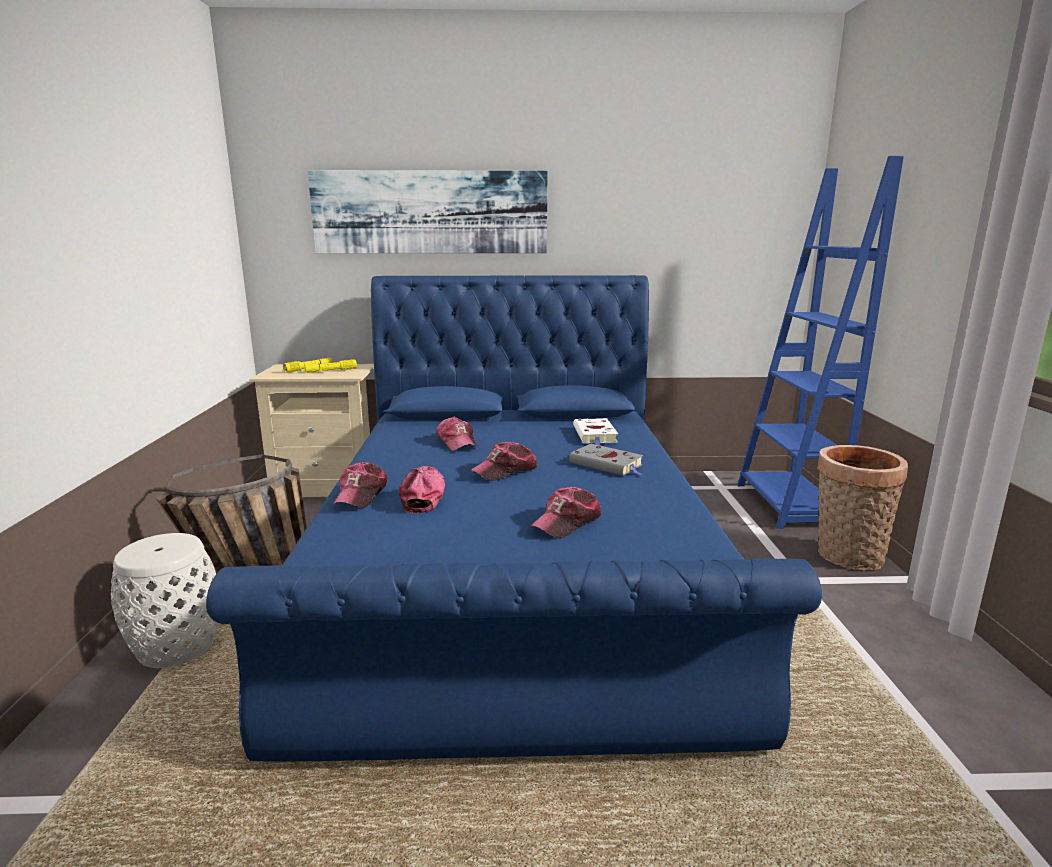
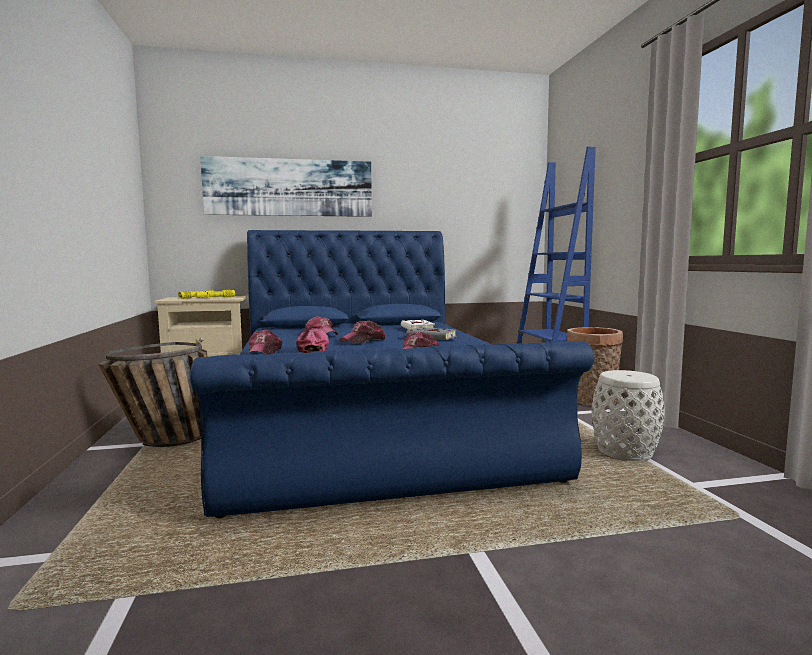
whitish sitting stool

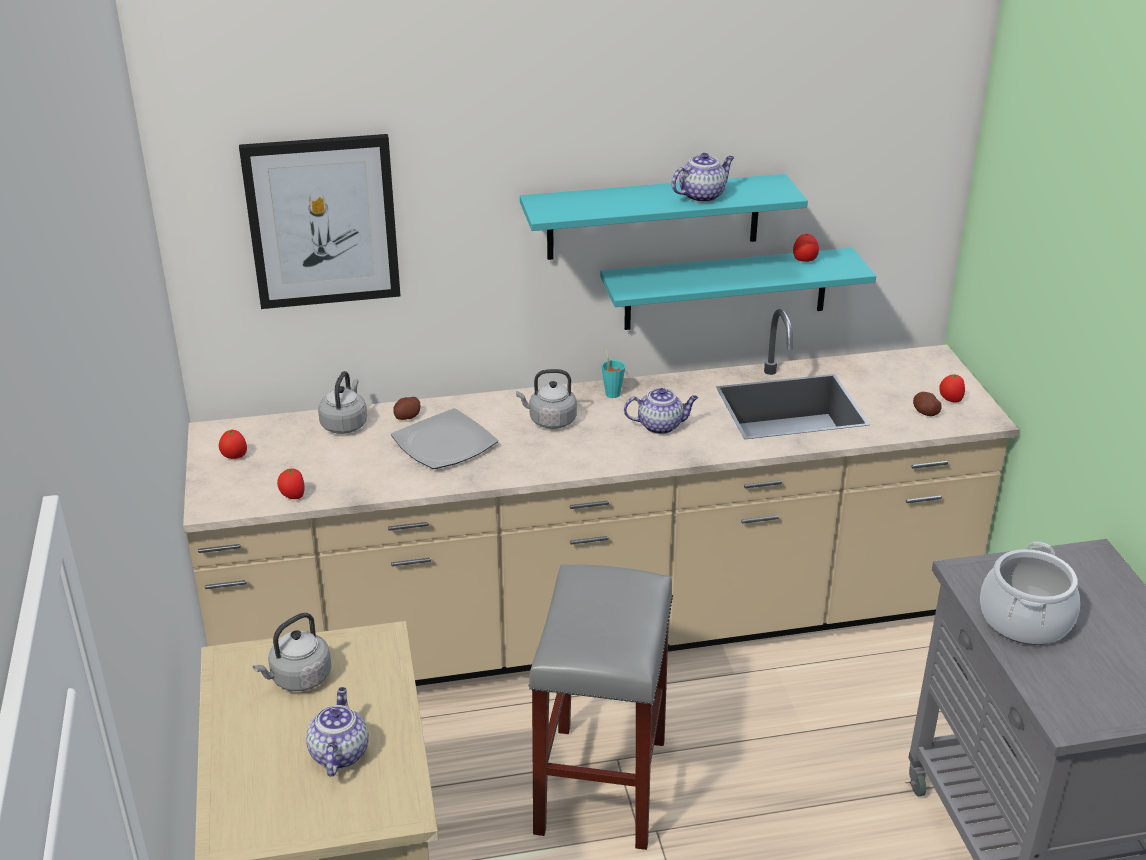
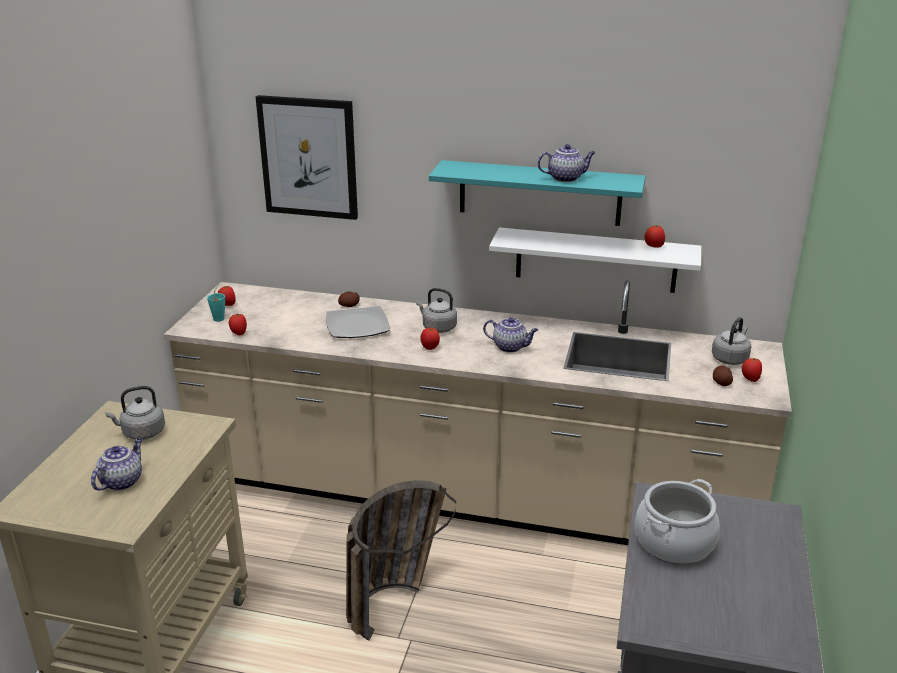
turquoise-coloured drinking cup
storage basket
fresh tomato (3rd from left)
whitish wall shelf
grey water kettle (3rd from left)

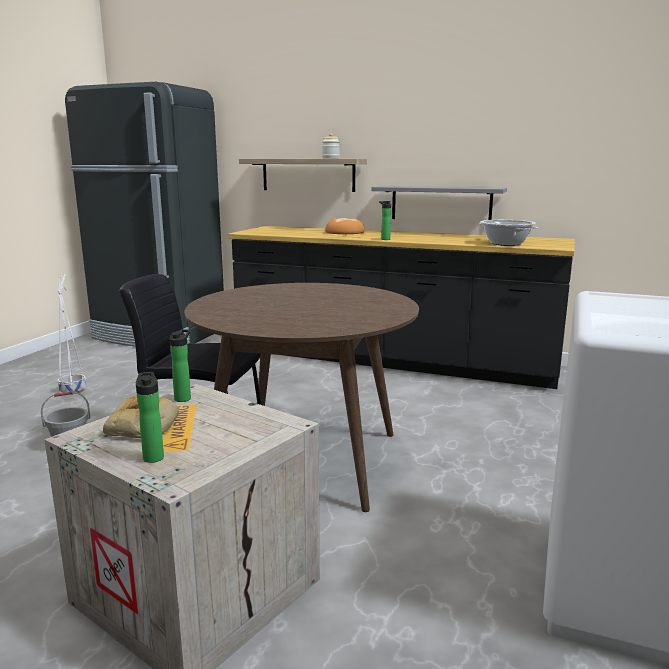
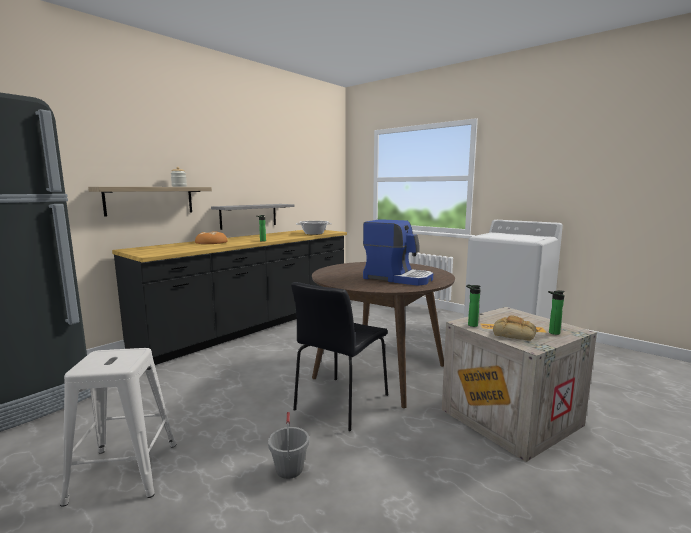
whitish sitting stool
coffee machine

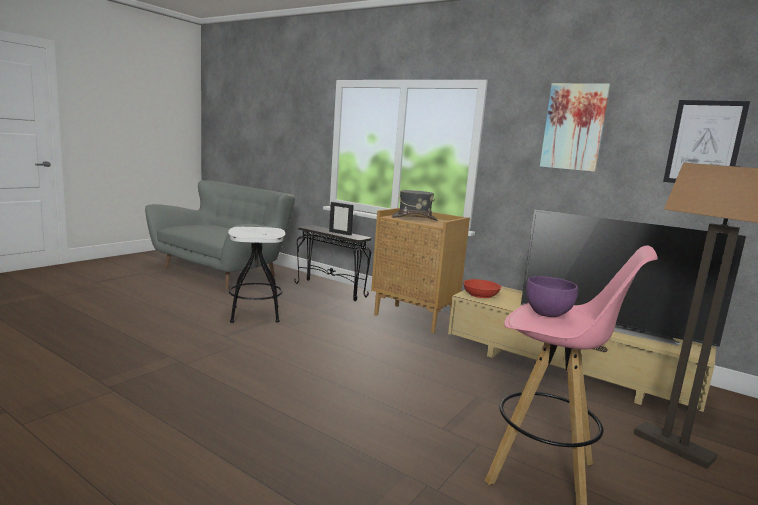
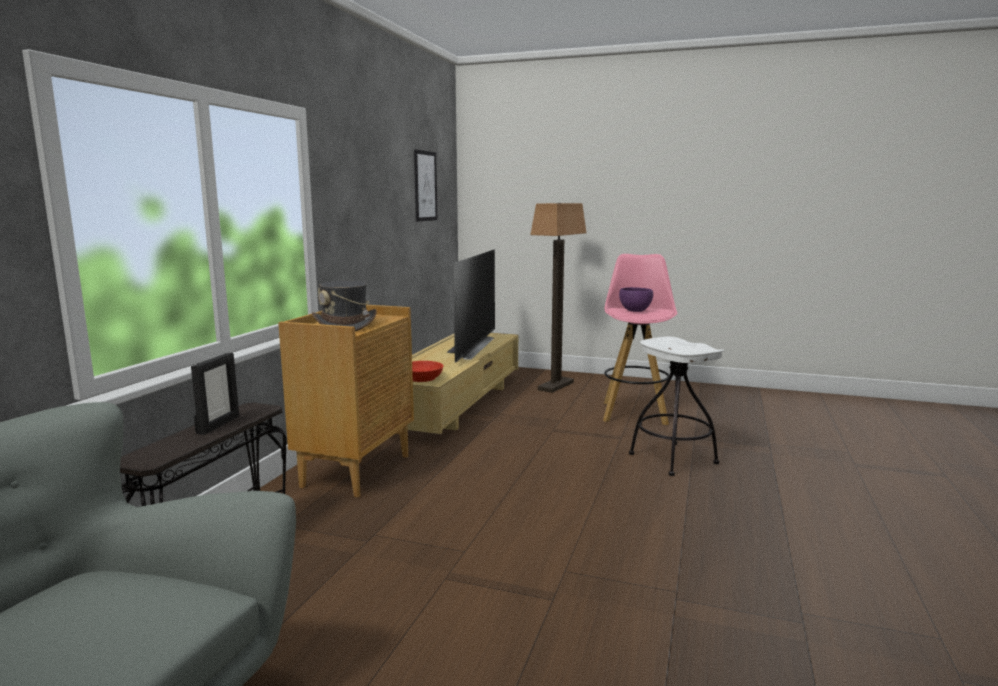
whitish sitting stool
wall picture (1st from left in the first image)

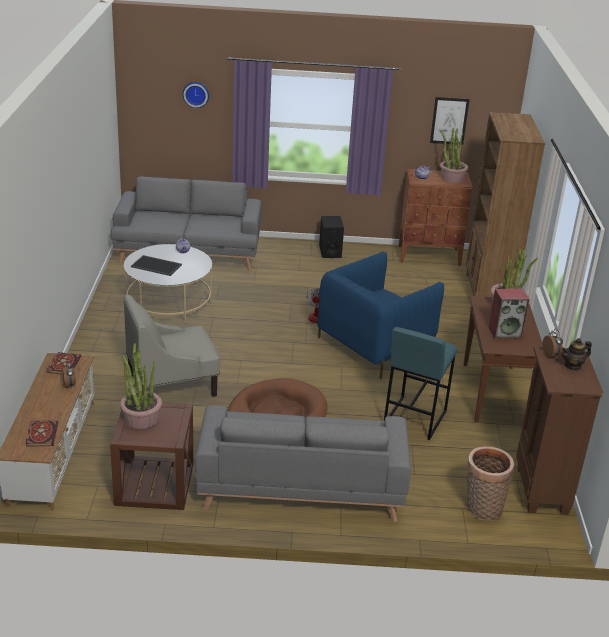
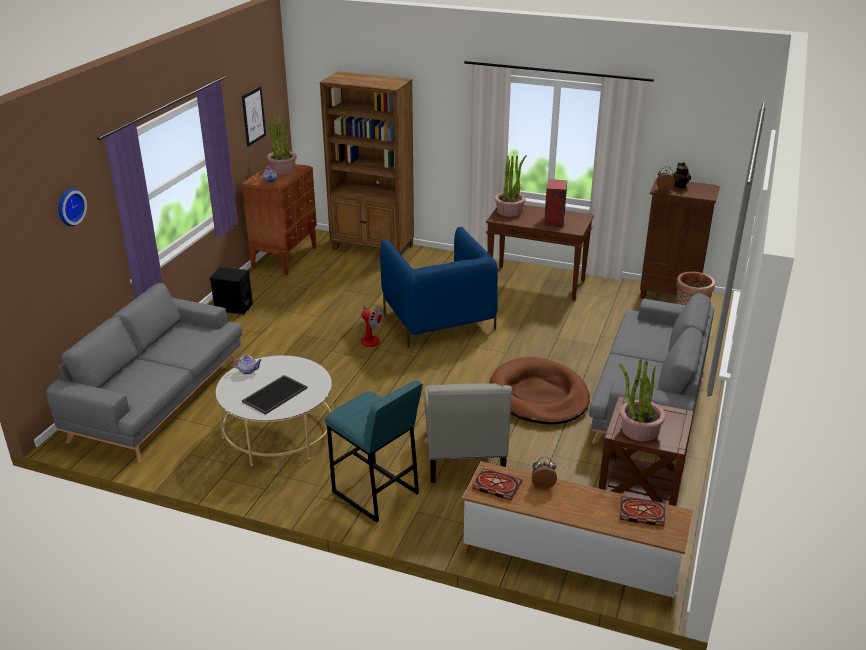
turquoise-coloured sitting stool

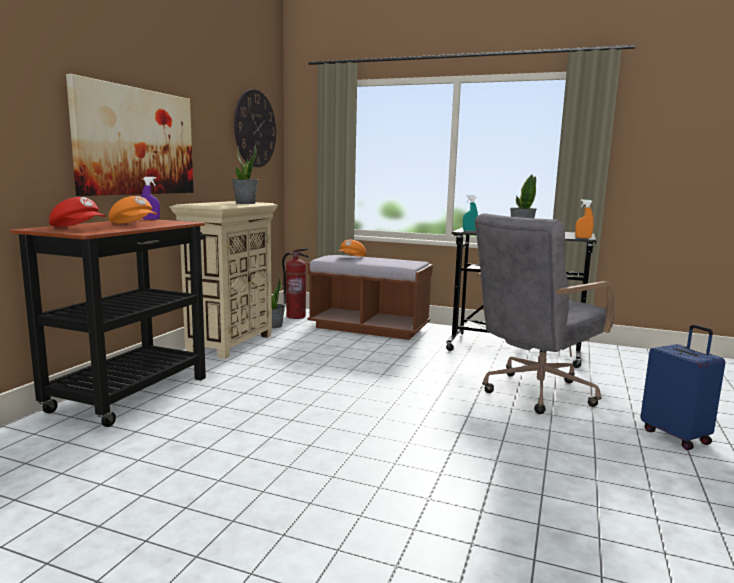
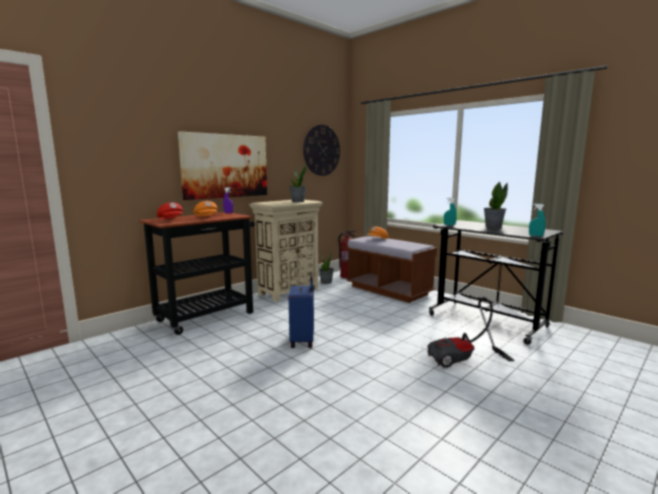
blue-coloured piece of luggage
hoover
turquoise-coloured sprayer (2nd from left)

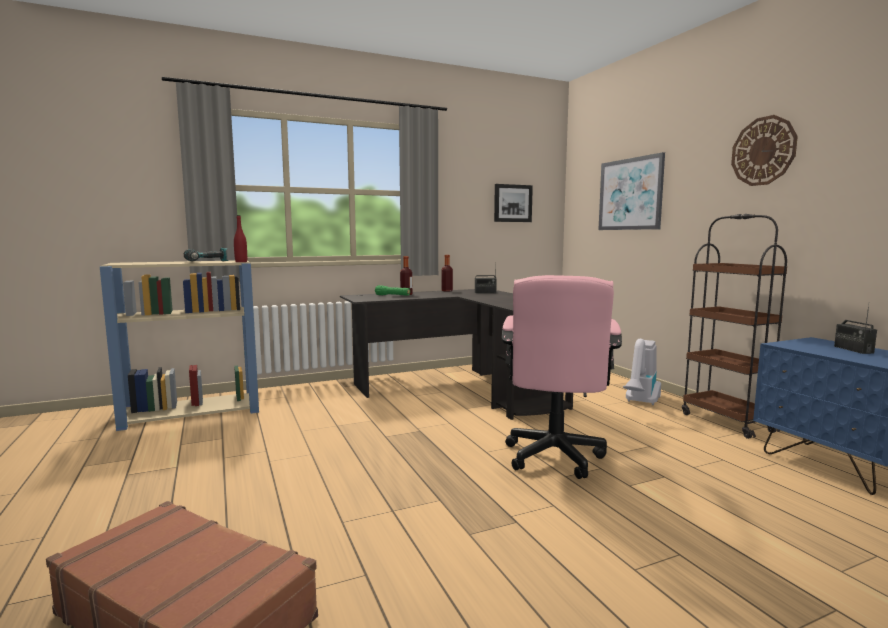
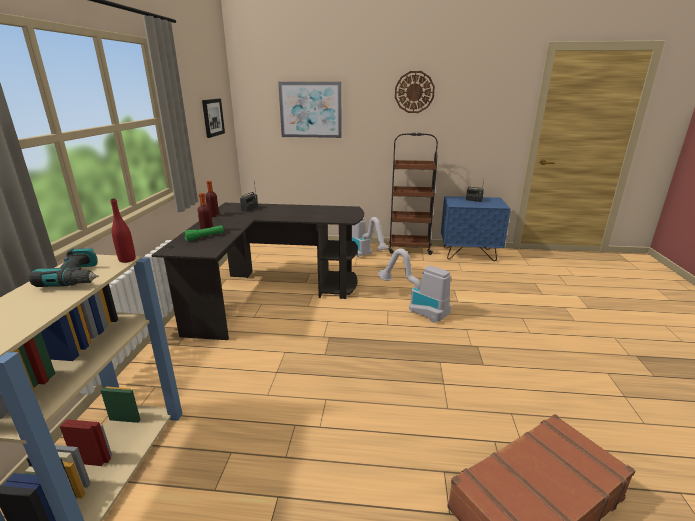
hoover (2nd from left)

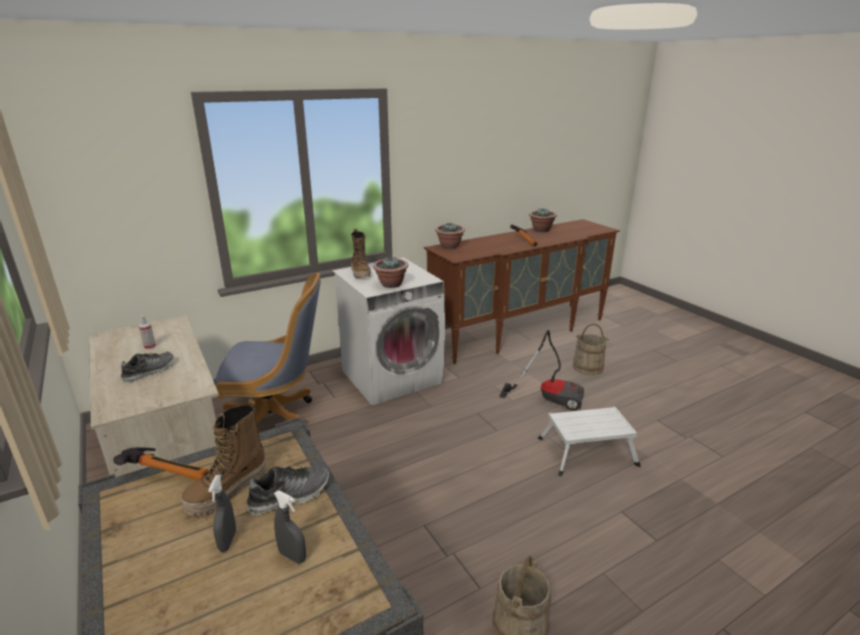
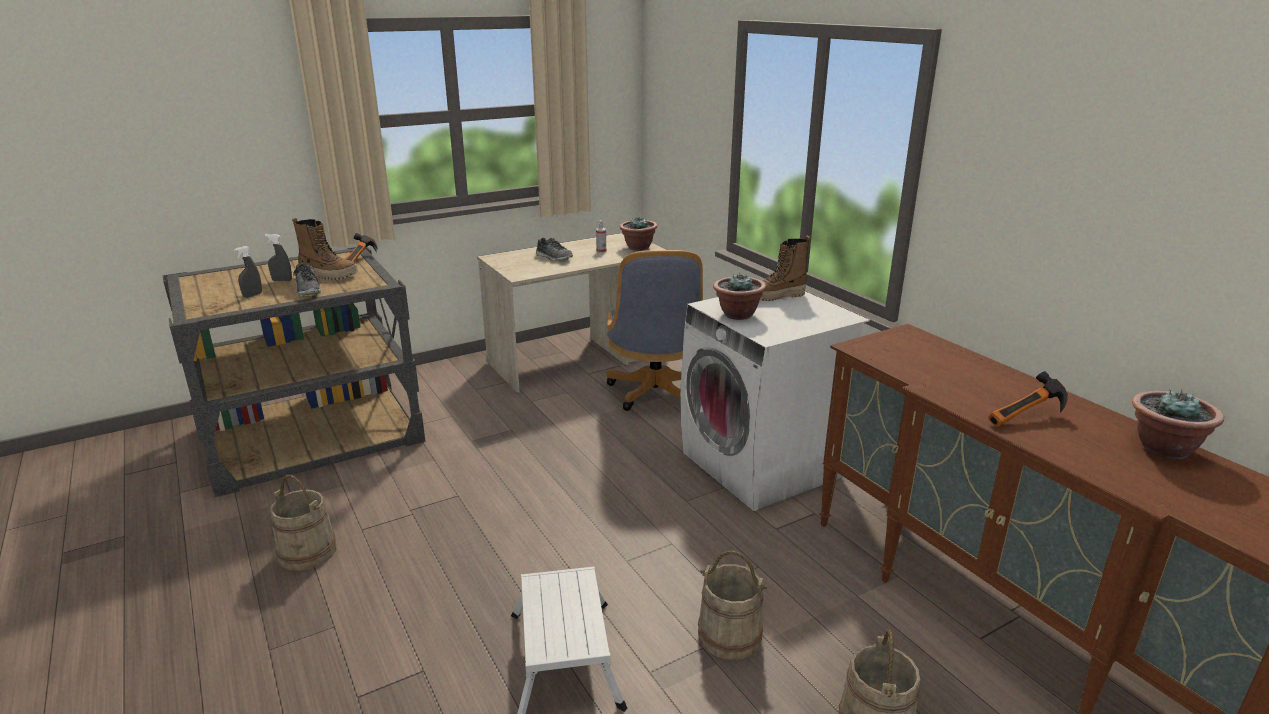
tall boot (1st from left)
houseplant (1st from left)
sand-coloured bucket (2nd from left)

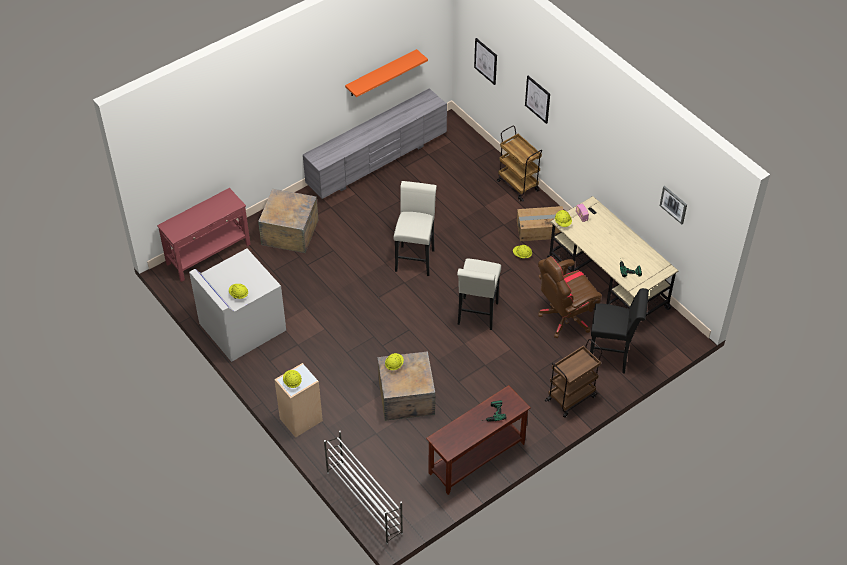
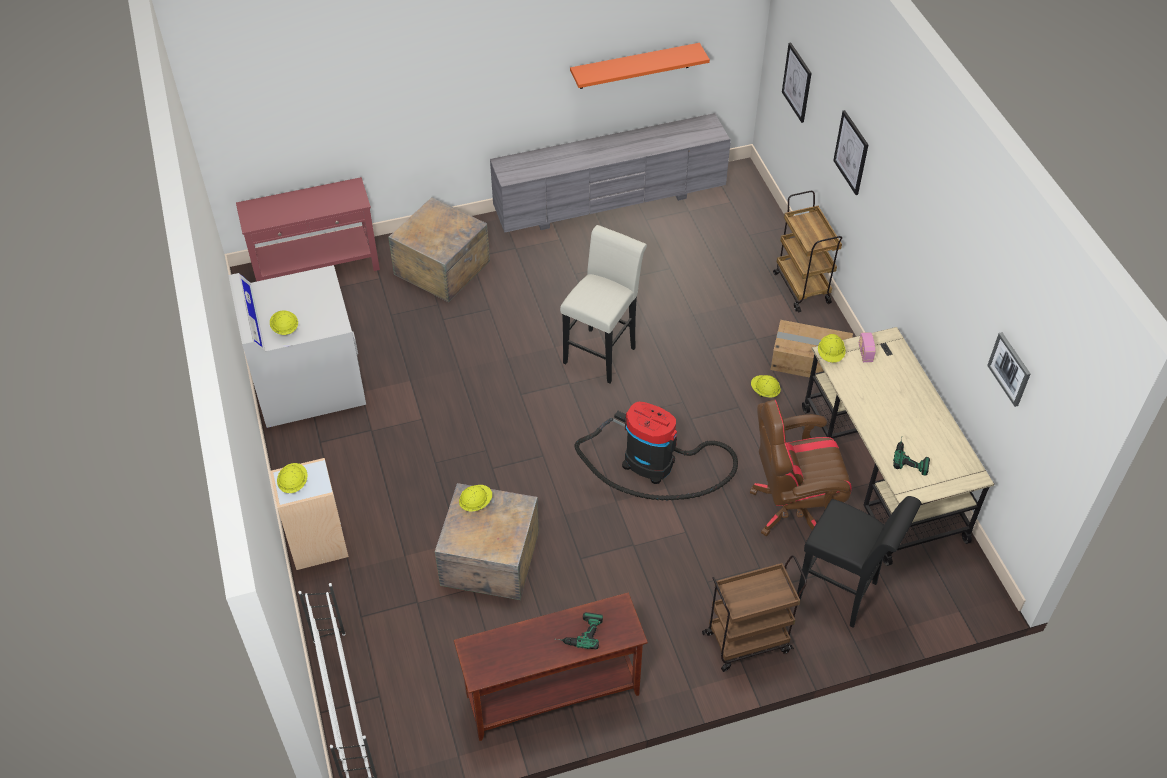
hoover

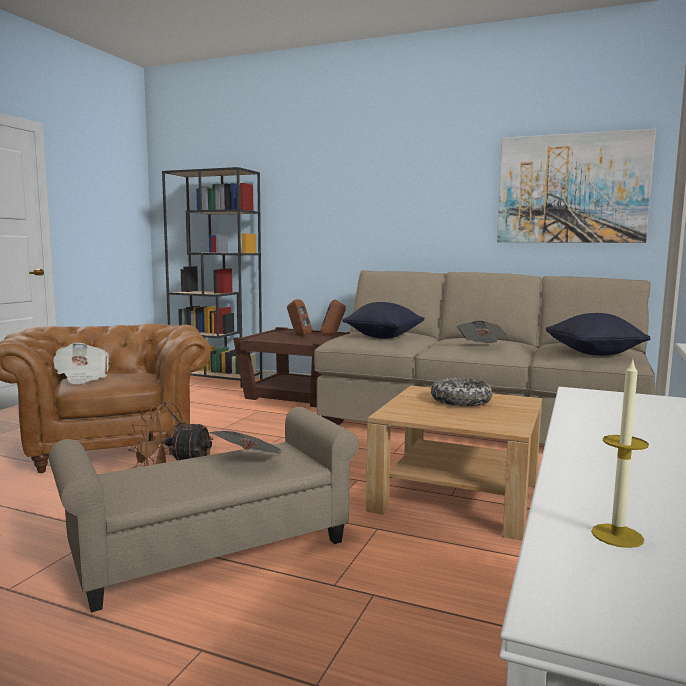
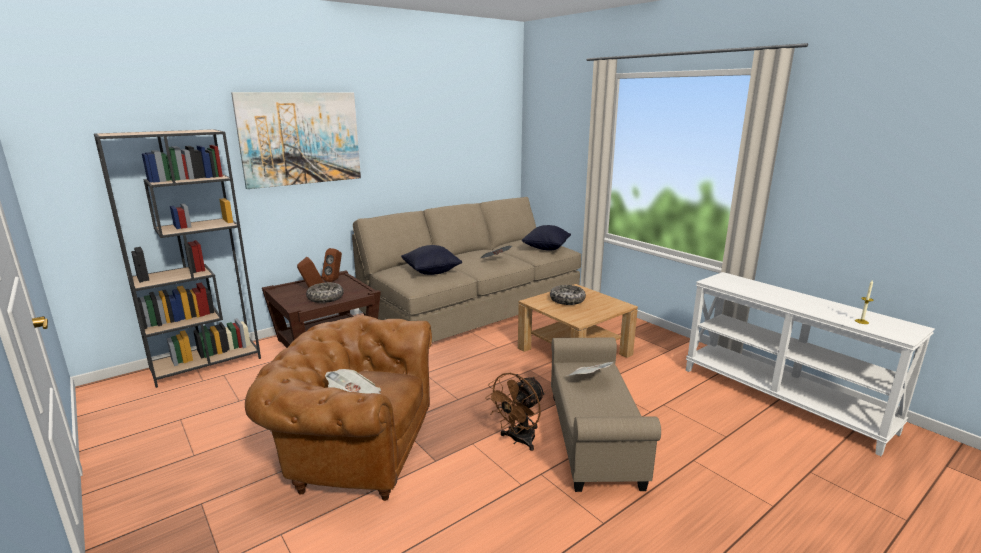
wall picture
bowl (1st from left)

